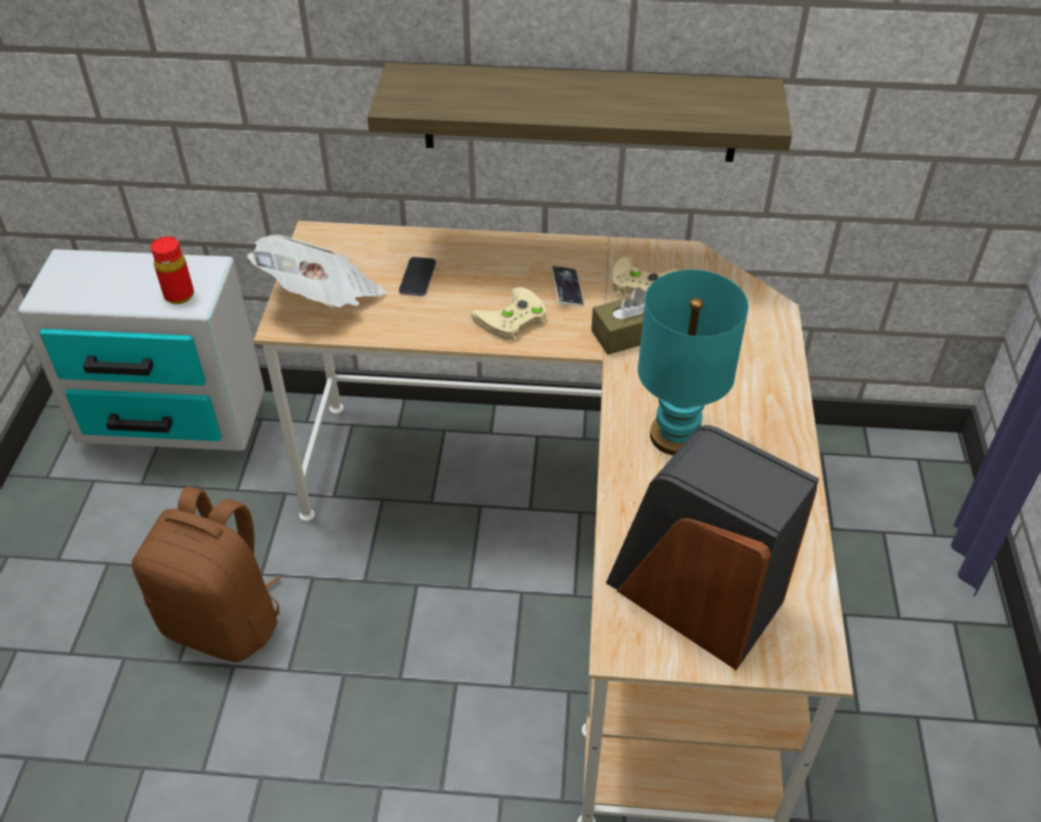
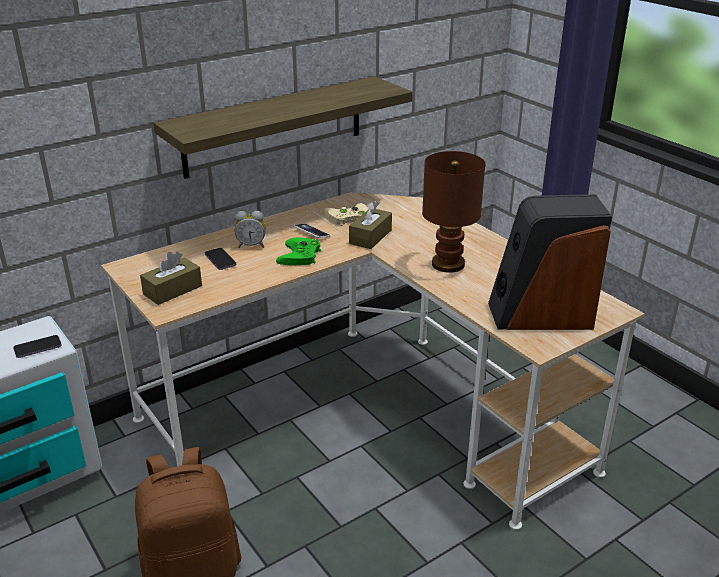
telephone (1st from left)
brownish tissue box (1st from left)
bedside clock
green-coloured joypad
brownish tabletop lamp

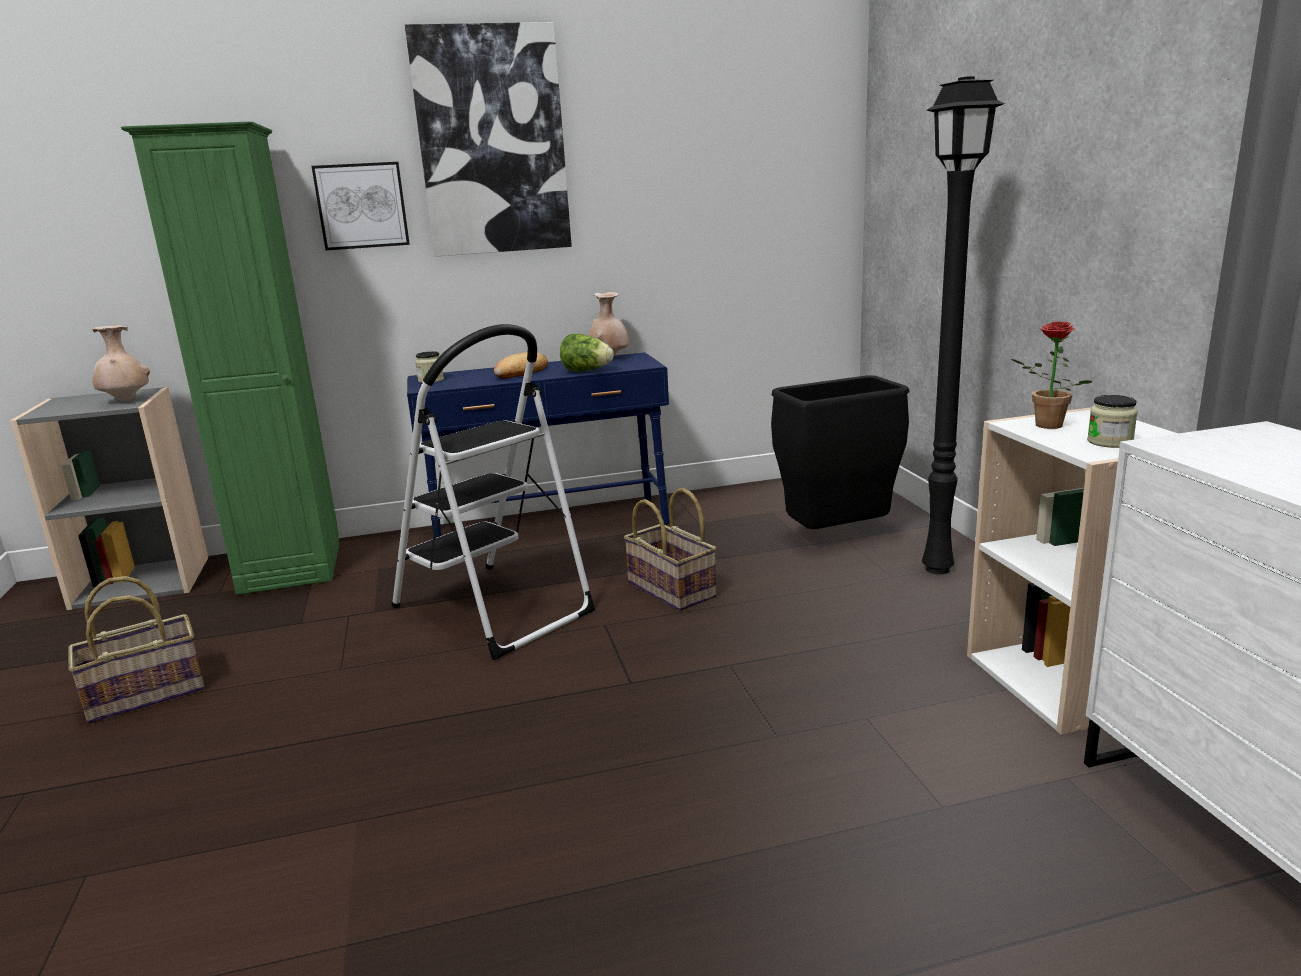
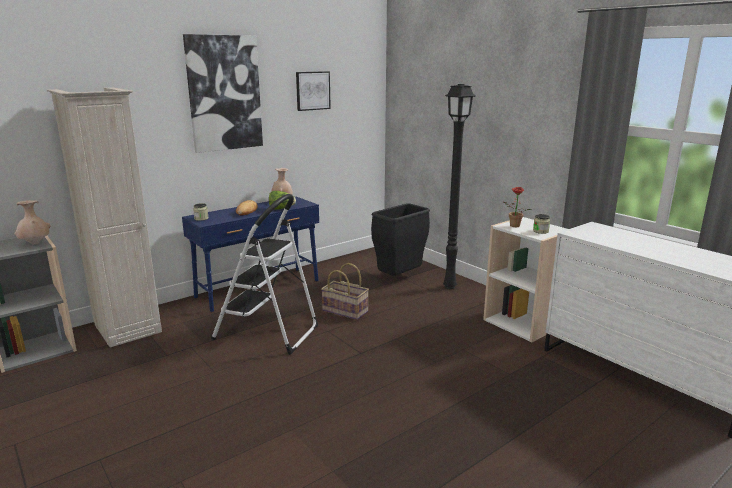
sand-coloured cupboard
wall picture (2nd from left)
storage basket (1st from left in the first image)

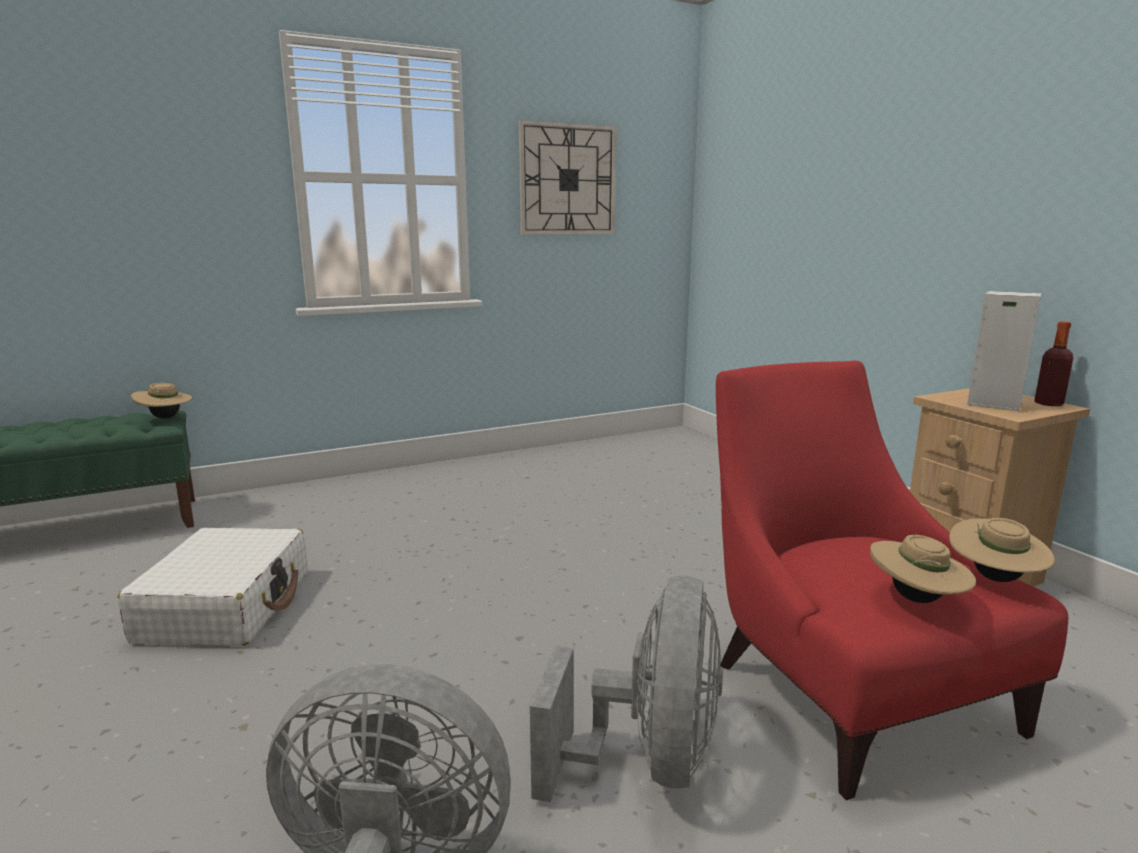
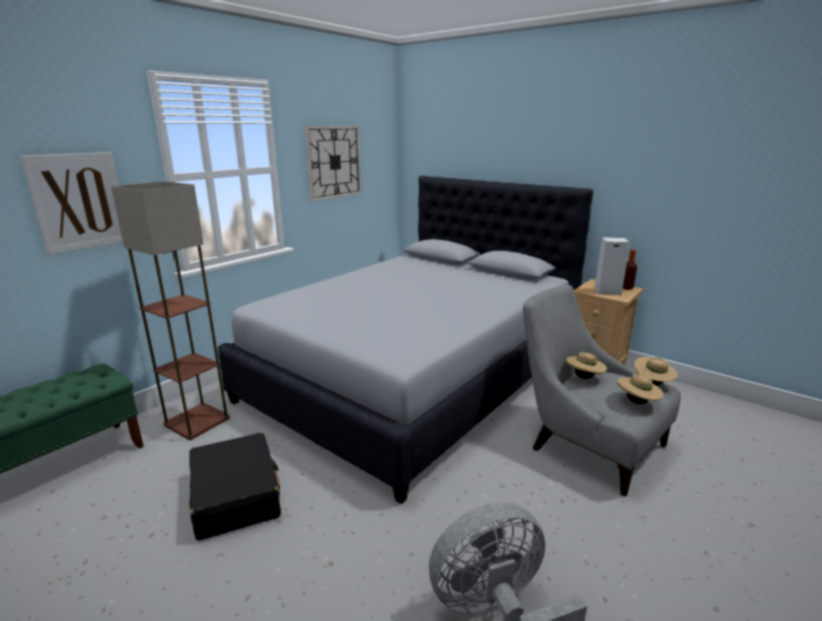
wall picture
standing lamp
black-coloured piece of luggage
grey sleeping bed
grey armchair
sand-coloured clothing hat (1st from left)
grey fan (2nd from left in the first image)

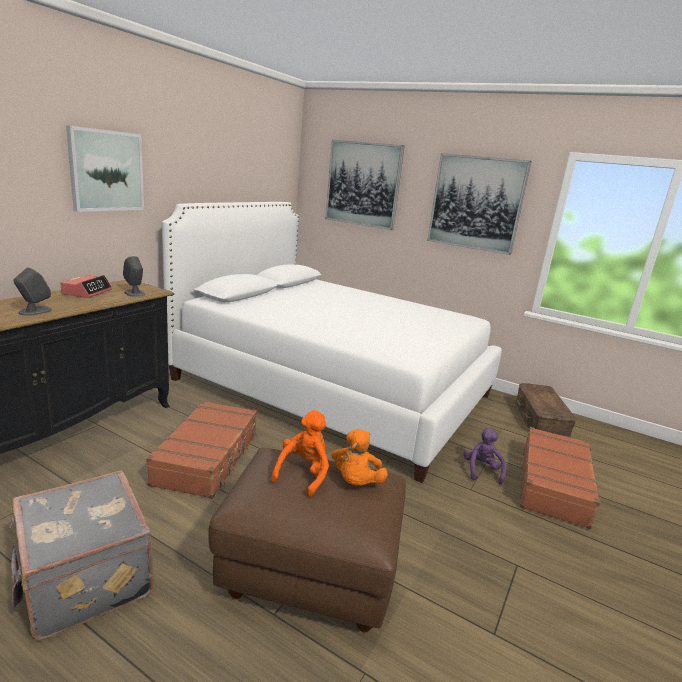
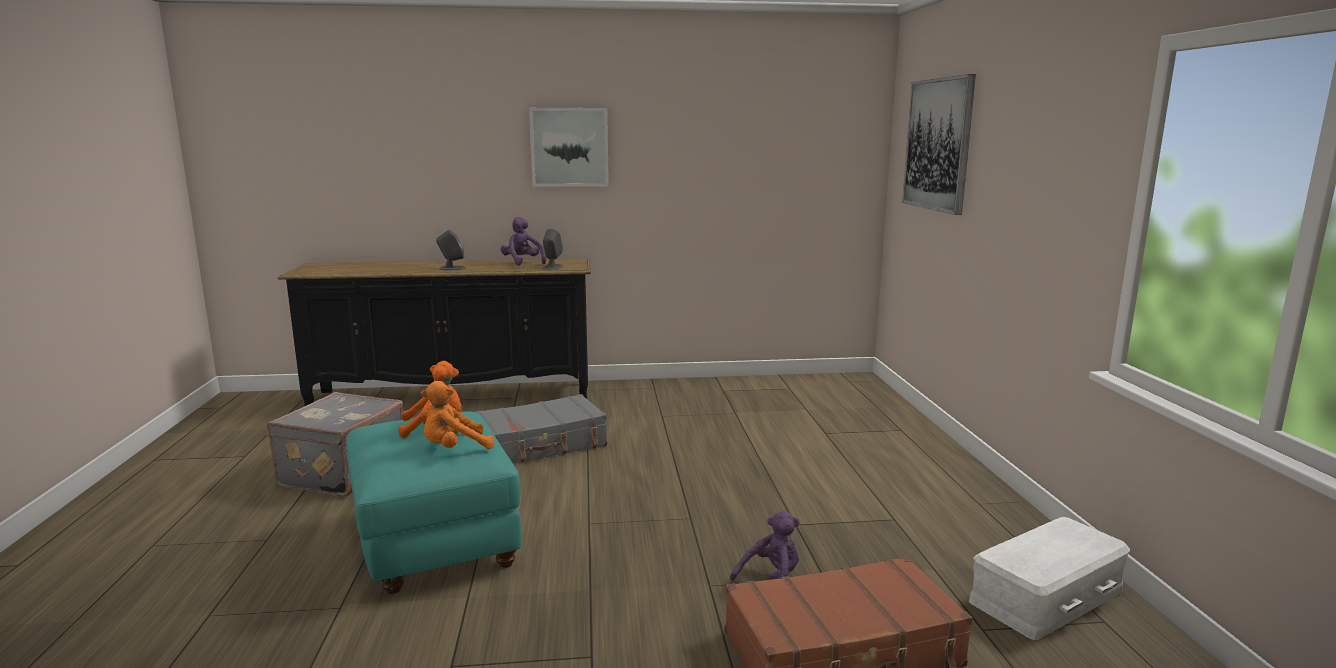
turquoise-coloured pouffe
grey piece of luggage (2nd from left)
purple-coloured cuddly toy (1st from left)
whitish storage container
whitish sleeping bed
wall picture (3rd from left in the first image)

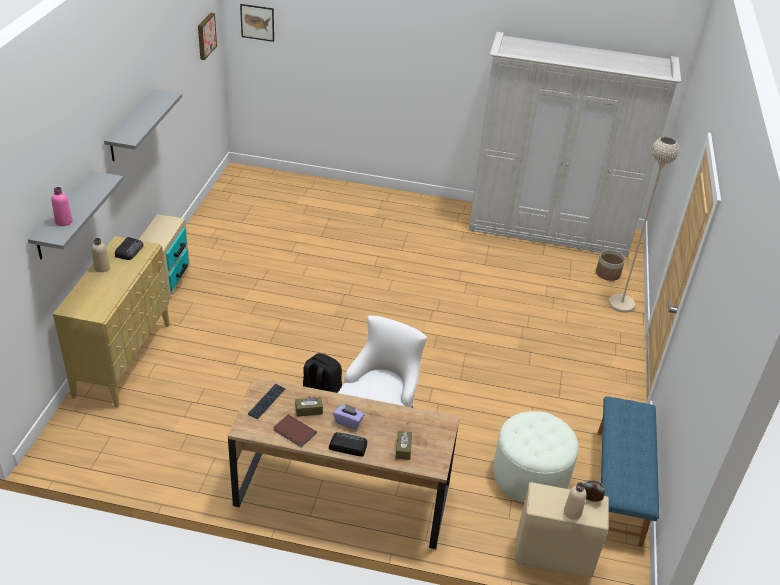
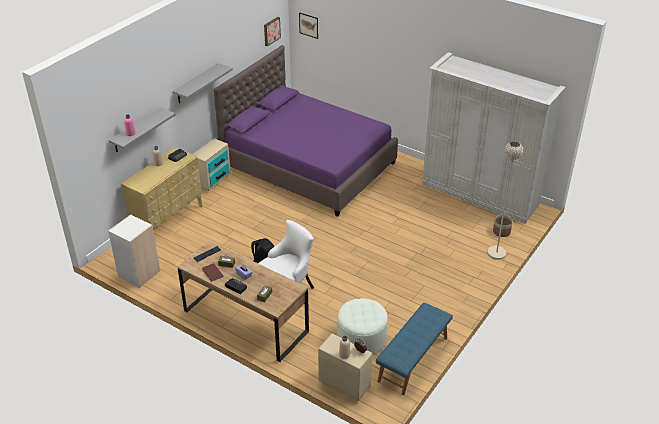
shelving unit
purple-coloured sleeping bed

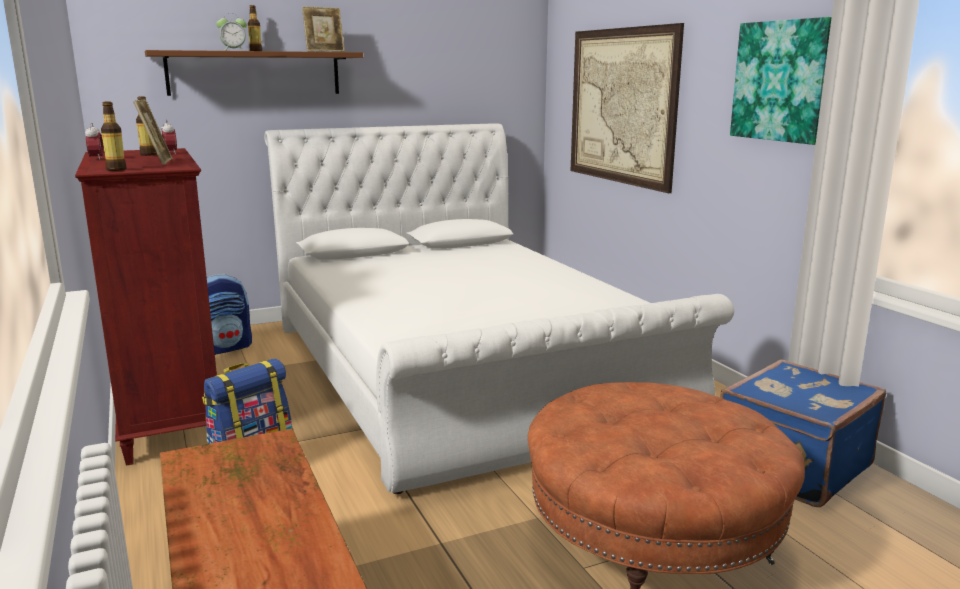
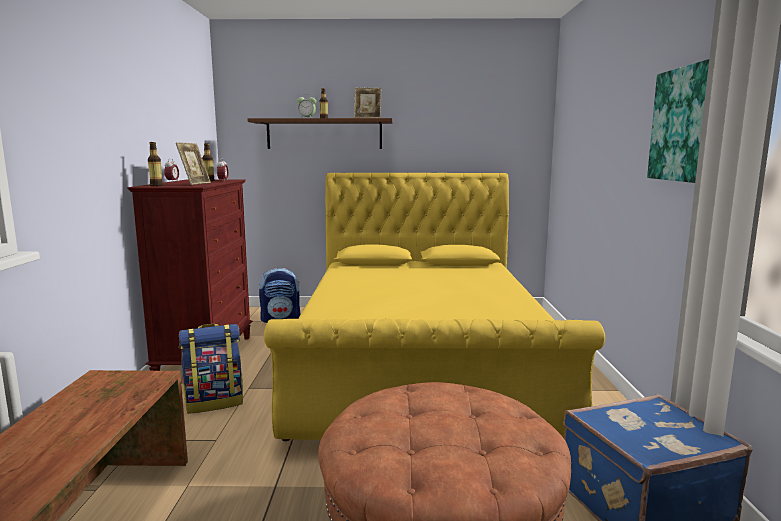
yellow-coloured sleeping bed
wall picture (1st from left in the first image)

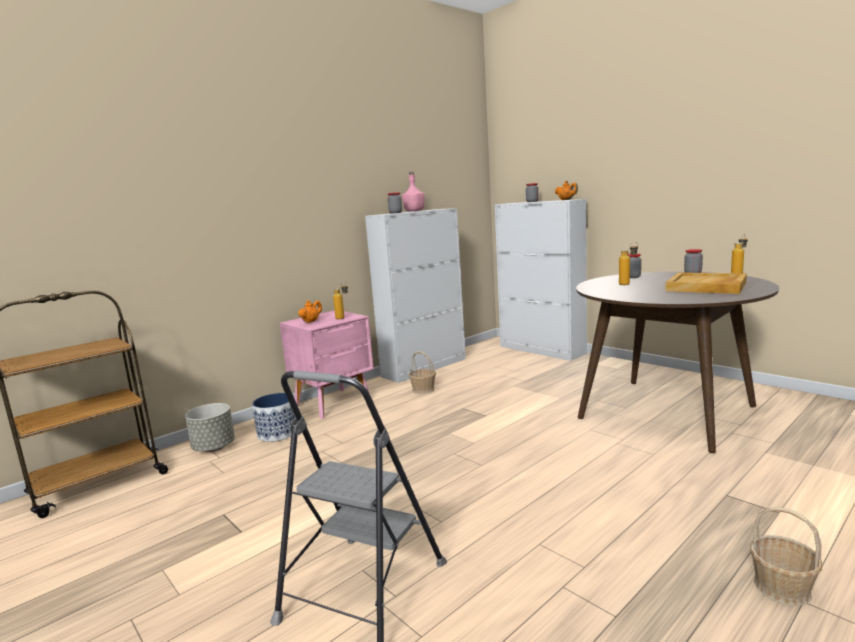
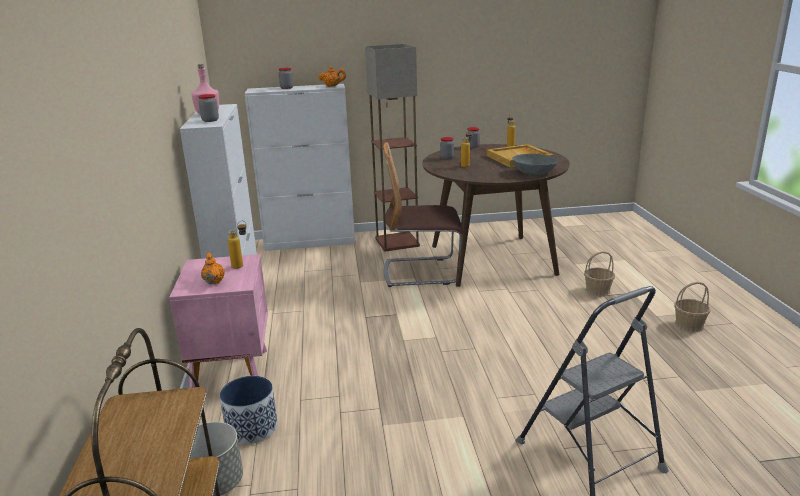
standing lamp
upright chair
grey bowl
storage basket (1st from left)

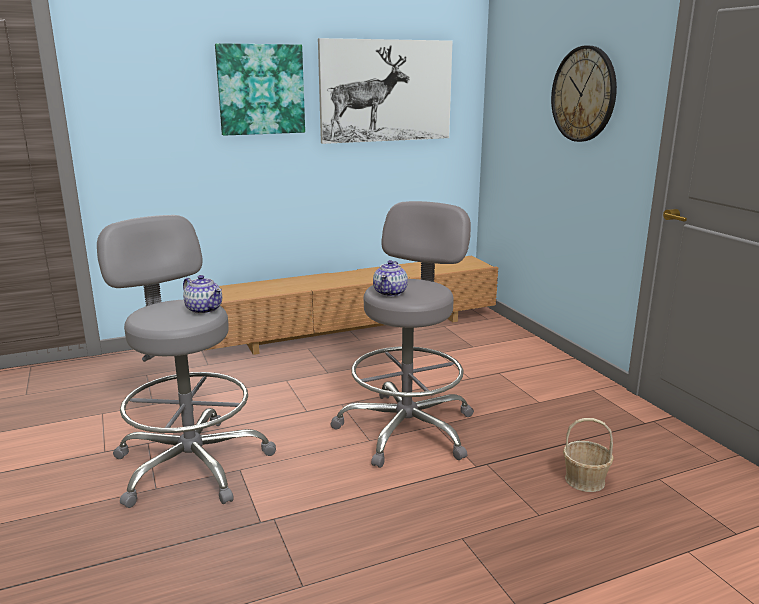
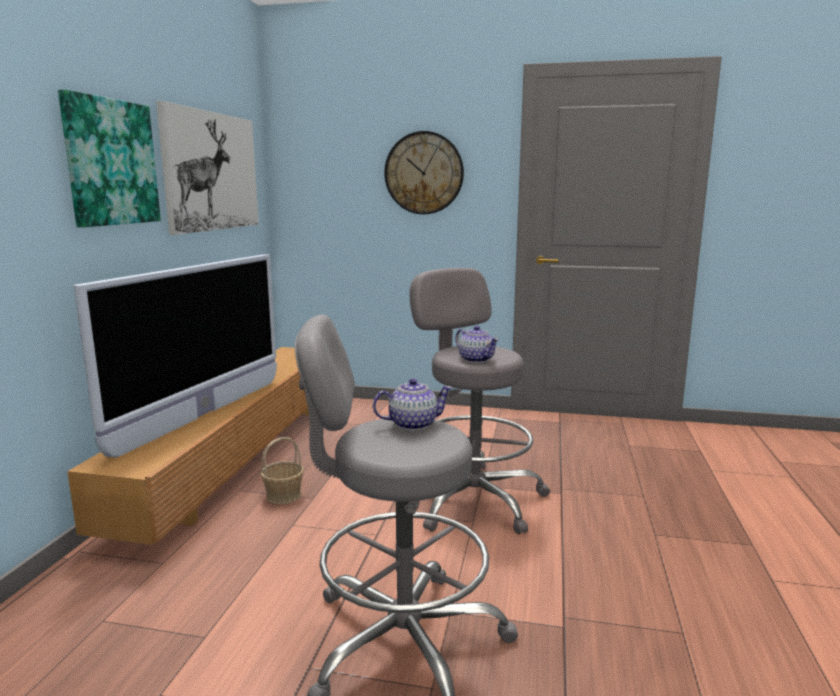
TV
storage basket

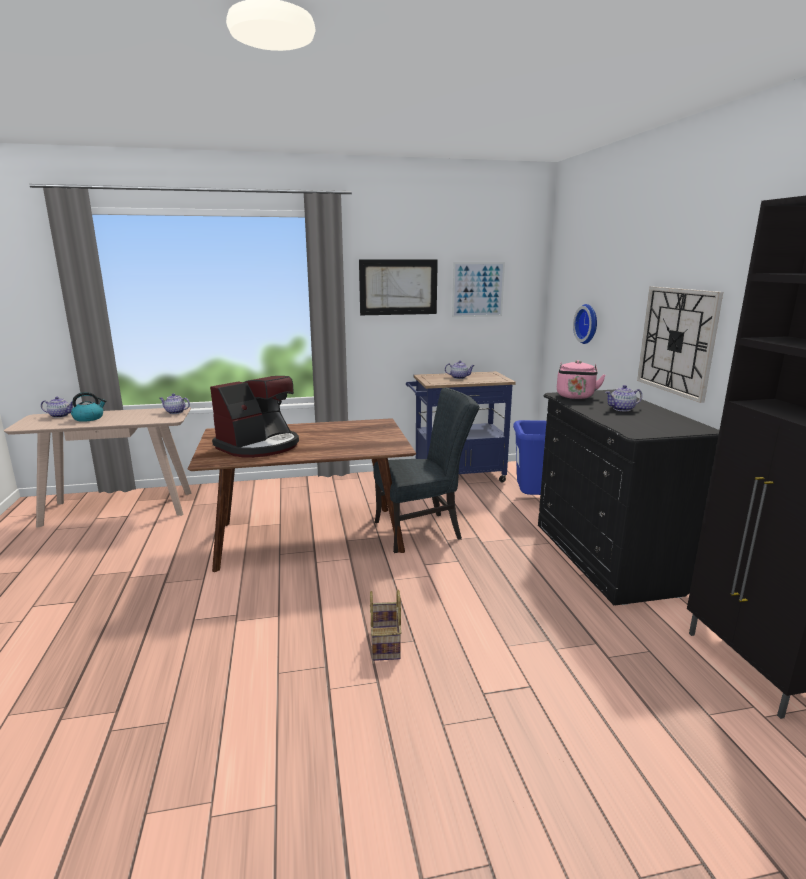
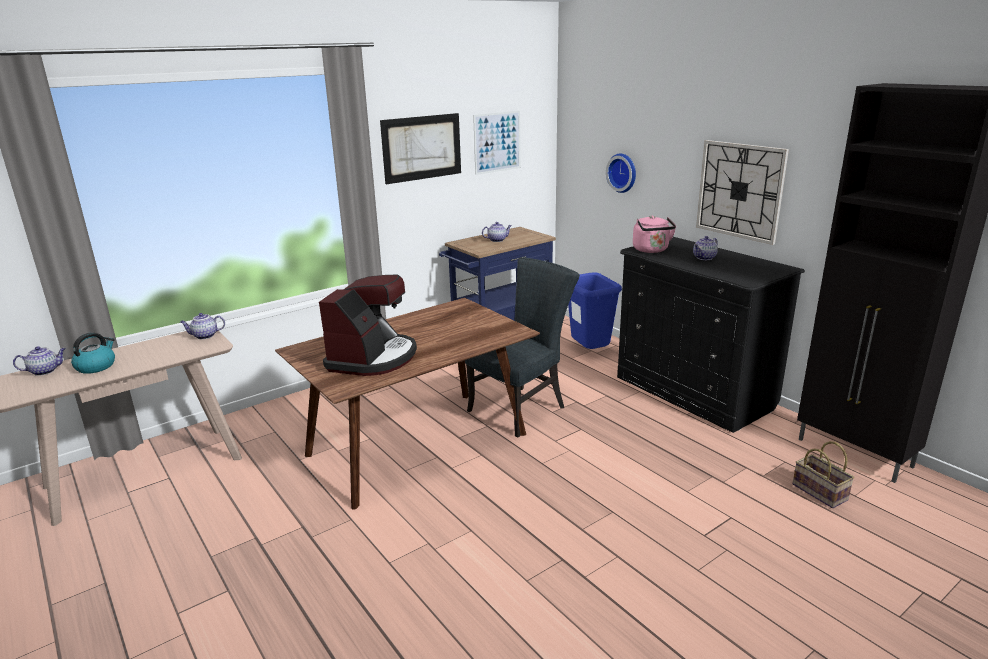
storage basket

